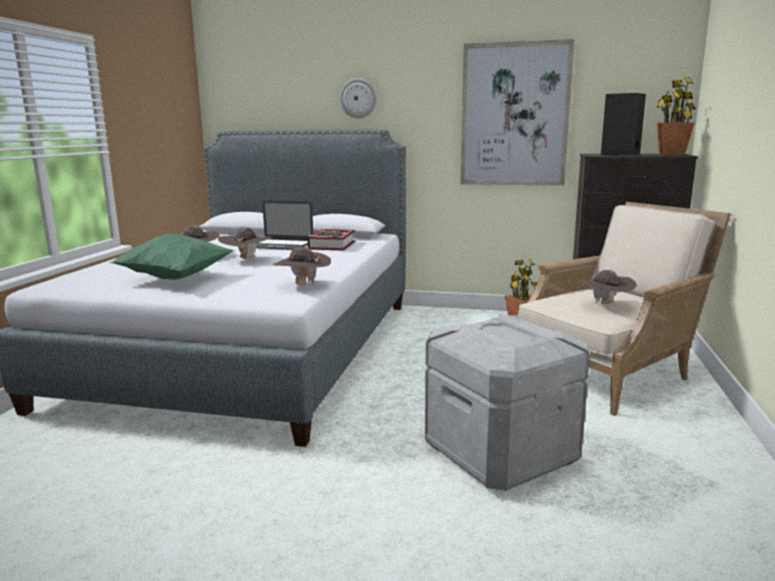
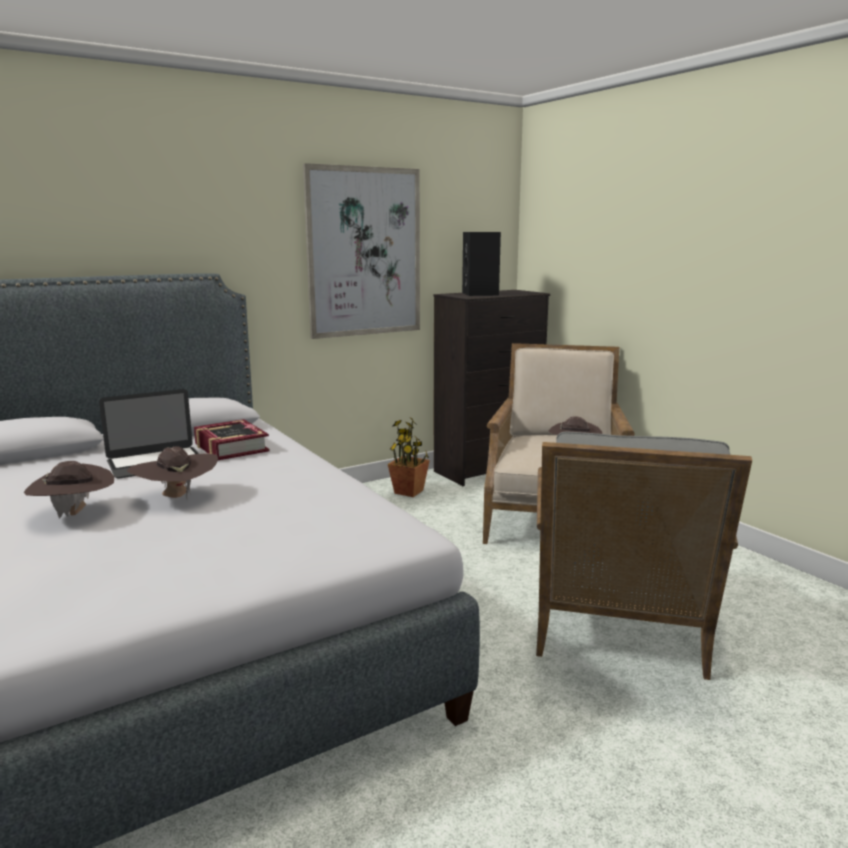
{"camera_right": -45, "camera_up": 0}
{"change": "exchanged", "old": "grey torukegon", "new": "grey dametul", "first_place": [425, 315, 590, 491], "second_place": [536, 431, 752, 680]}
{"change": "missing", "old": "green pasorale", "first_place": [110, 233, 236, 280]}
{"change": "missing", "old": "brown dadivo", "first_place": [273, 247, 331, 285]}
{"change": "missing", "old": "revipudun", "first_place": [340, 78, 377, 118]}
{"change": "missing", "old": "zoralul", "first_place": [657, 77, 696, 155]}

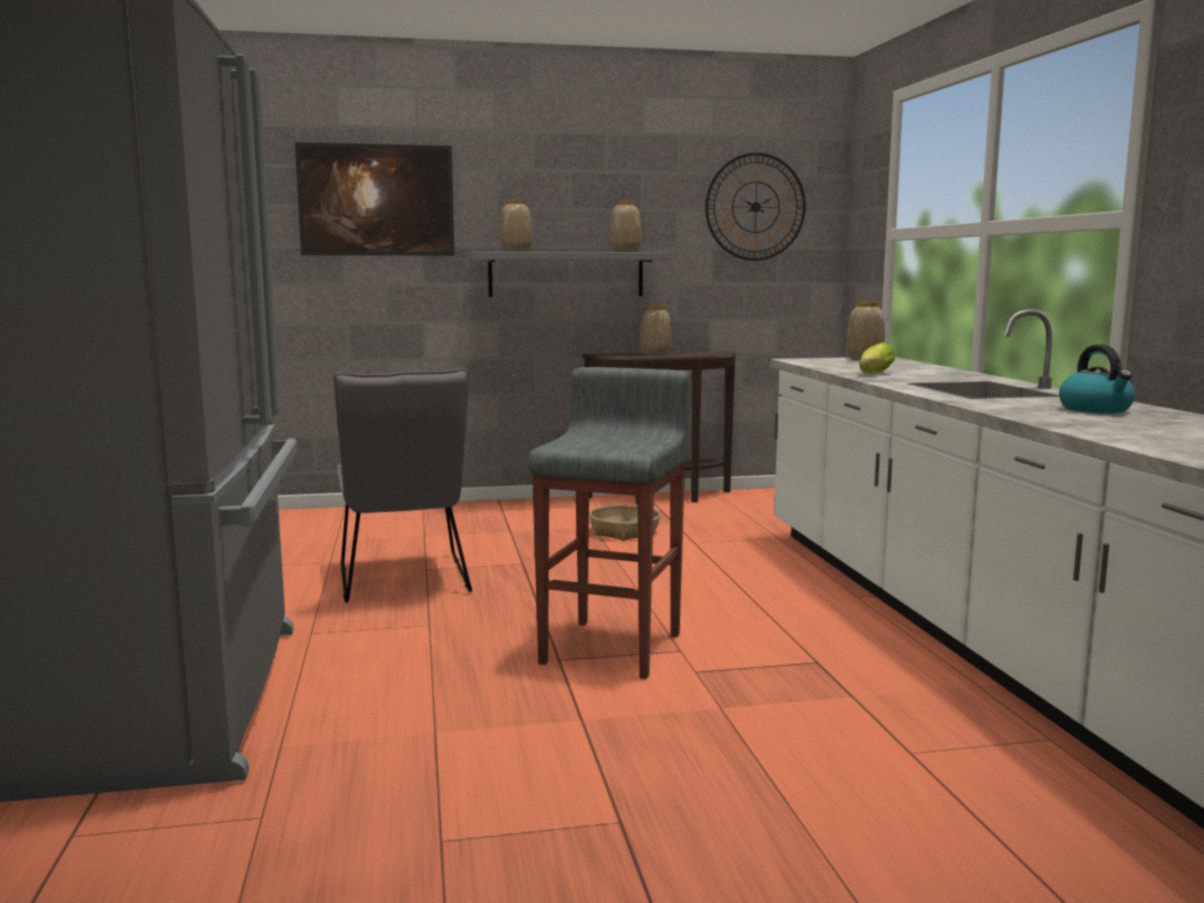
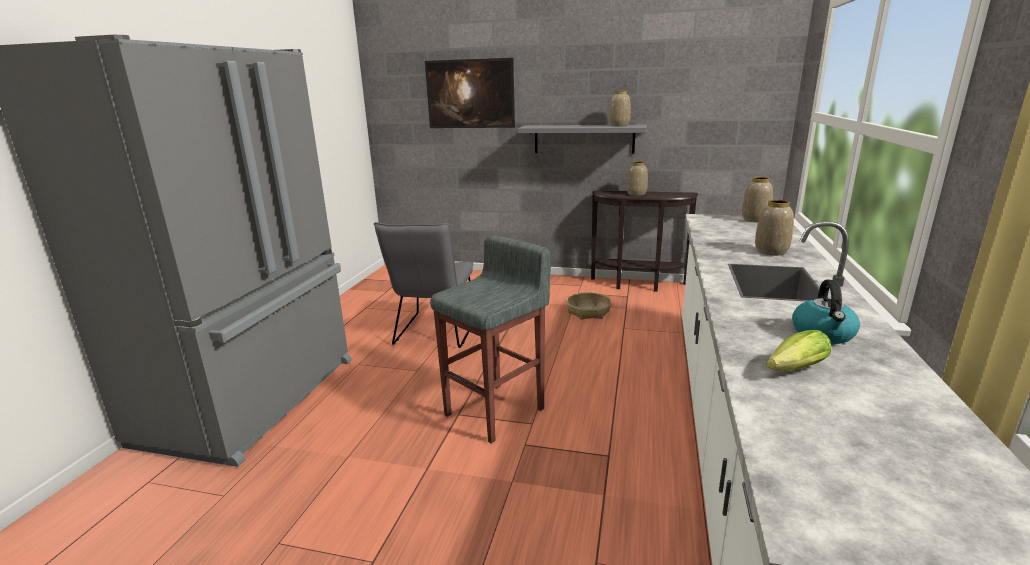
{"camera_right": 25, "camera_up": 10}
{"change": "relocated", "old": "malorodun", "first_place": [500, 200, 532, 252], "second_place": [755, 199, 794, 256]}
{"change": "relocated", "old": "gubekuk", "first_place": [859, 342, 895, 373], "second_place": [766, 330, 831, 371]}
{"change": "missing", "old": "revipudun", "first_place": [705, 153, 806, 261]}

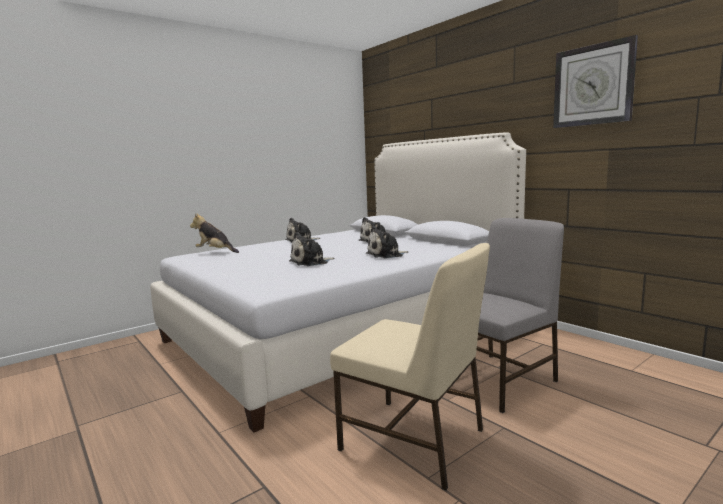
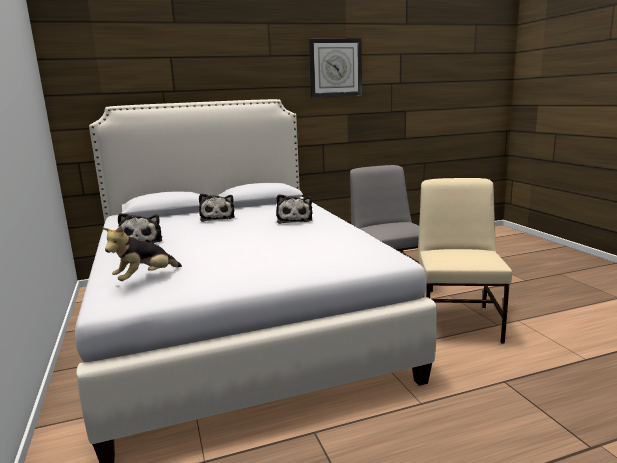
{"camera_right": -70, "camera_up": 5}
{"change": "spun", "old": "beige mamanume", "first_place": [330, 243, 490, 490], "second_place": [418, 178, 512, 344], "degrees": -45}
{"change": "missing", "old": "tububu", "first_place": [289, 232, 335, 266]}

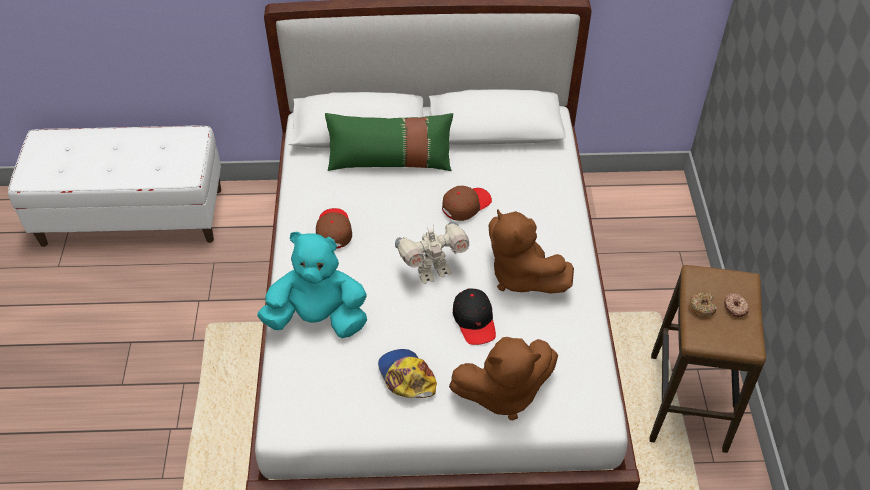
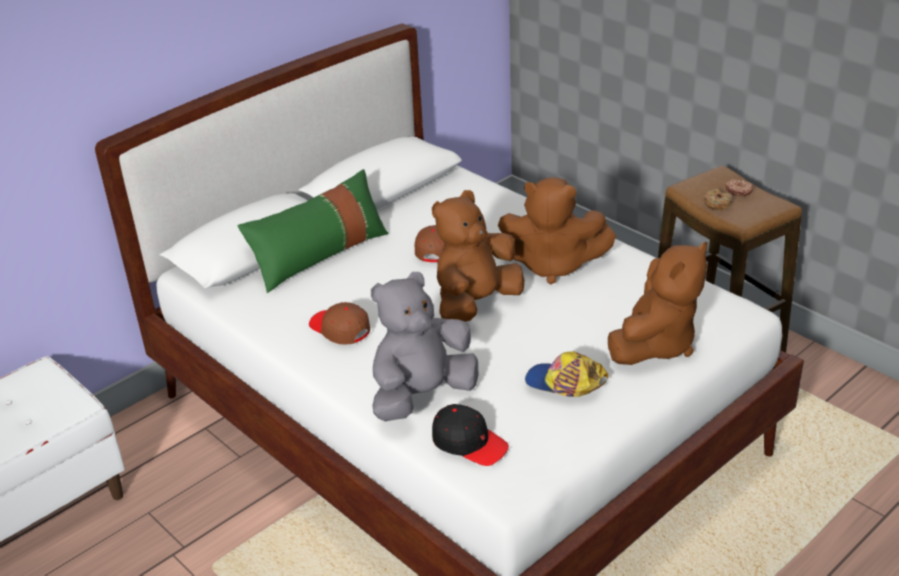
{"camera_right": -40, "camera_up": -15}
{"change": "colour", "old": "turquoise tububu", "new": "grey tububu", "first_place": [257, 231, 367, 338], "second_place": [371, 272, 478, 421]}
{"change": "exchanged", "old": "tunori", "new": "brown tububu", "first_place": [395, 221, 469, 284], "second_place": [432, 190, 525, 322]}
{"change": "relocated", "old": "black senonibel", "first_place": [453, 289, 496, 345], "second_place": [432, 404, 509, 466]}

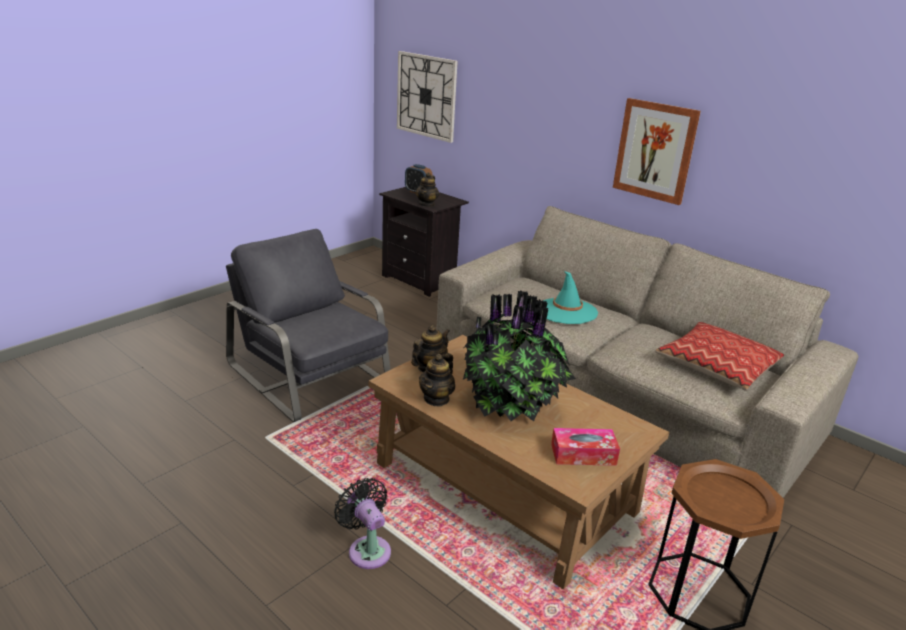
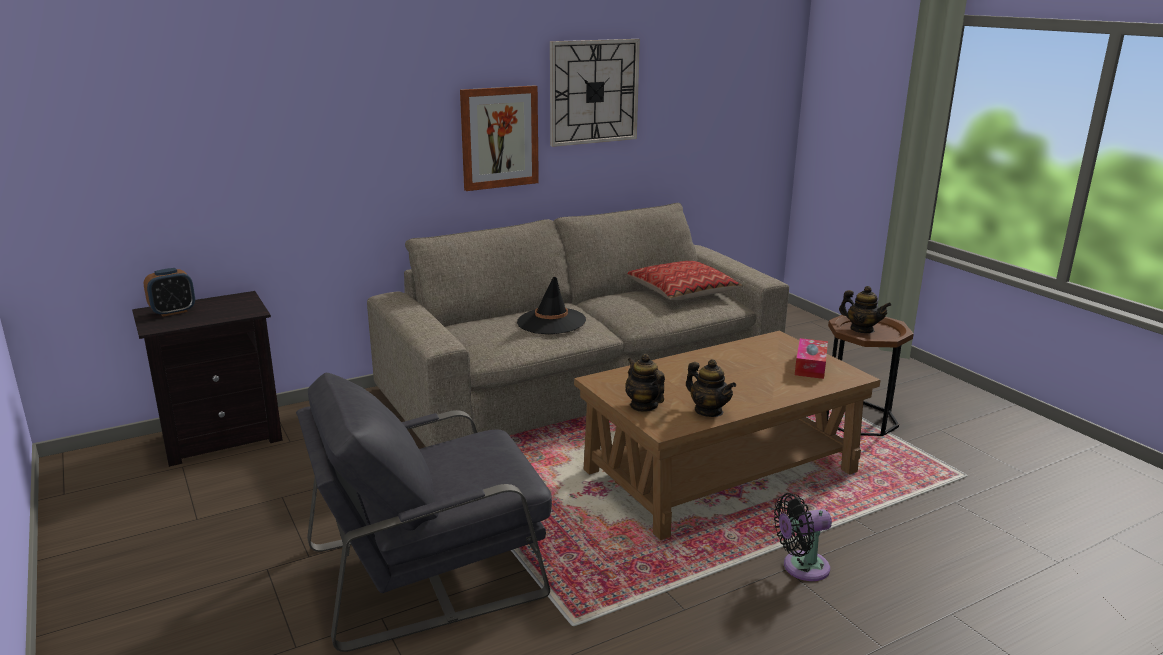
{"camera_right": -70, "camera_up": -5}
{"change": "colour", "old": "turquoise dadivo", "new": "black dadivo", "first_place": [543, 271, 598, 324], "second_place": [517, 277, 586, 334]}
{"change": "relocated", "old": "revipudun", "first_place": [397, 51, 458, 143], "second_place": [550, 39, 640, 147]}
{"change": "relocated", "old": "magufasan", "first_place": [416, 173, 439, 207], "second_place": [839, 286, 891, 333]}
{"change": "missing", "old": "zoralul", "first_place": [463, 290, 576, 422]}

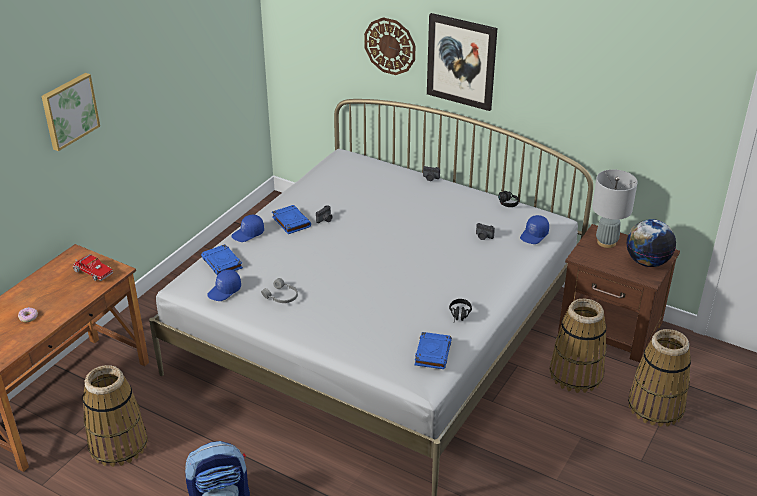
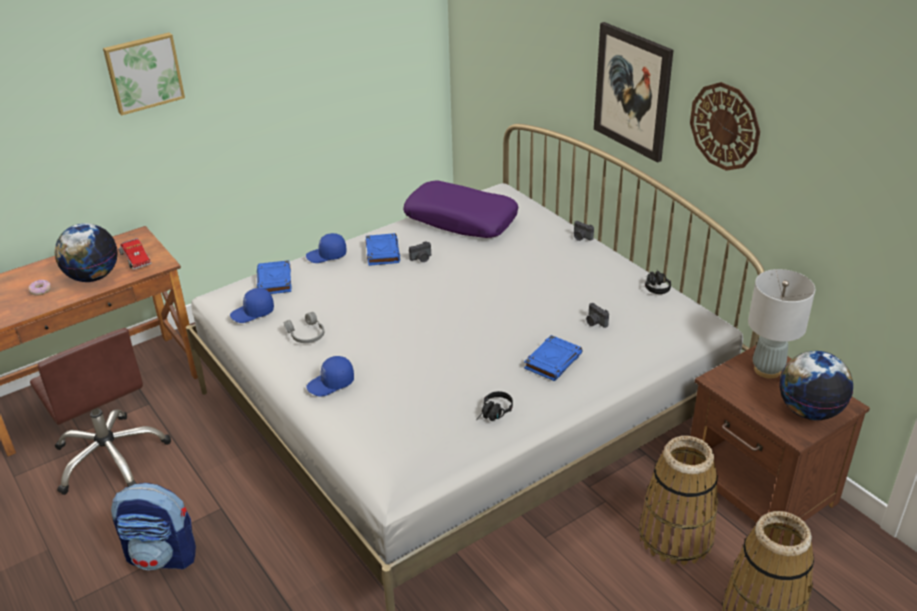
{"camera_right": 25, "camera_up": 0}
{"change": "exchanged", "old": "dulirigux", "new": "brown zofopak", "first_place": [83, 365, 148, 467], "second_place": [30, 328, 171, 495]}
{"change": "appeared", "new": "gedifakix", "second_place": [55, 223, 118, 282]}
{"change": "relocated", "old": "blue senonibel", "first_place": [520, 215, 549, 244], "second_place": [306, 356, 354, 397]}
{"change": "appeared", "new": "purple pasorale", "second_place": [403, 181, 518, 238]}
{"change": "relocated", "old": "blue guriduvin", "first_place": [415, 332, 452, 369], "second_place": [524, 335, 583, 381]}
{"change": "relocated", "old": "revipudun", "first_place": [364, 17, 415, 75], "second_place": [690, 82, 760, 171]}

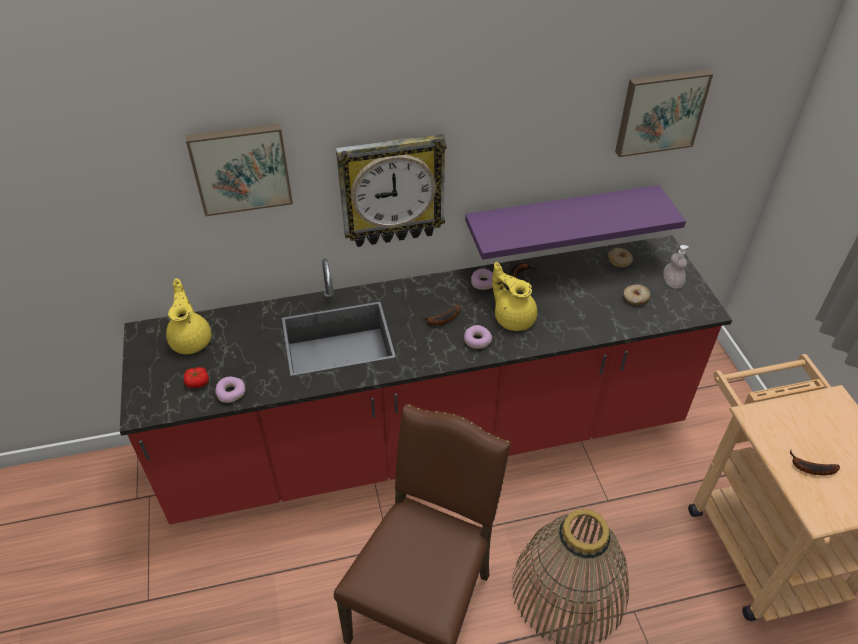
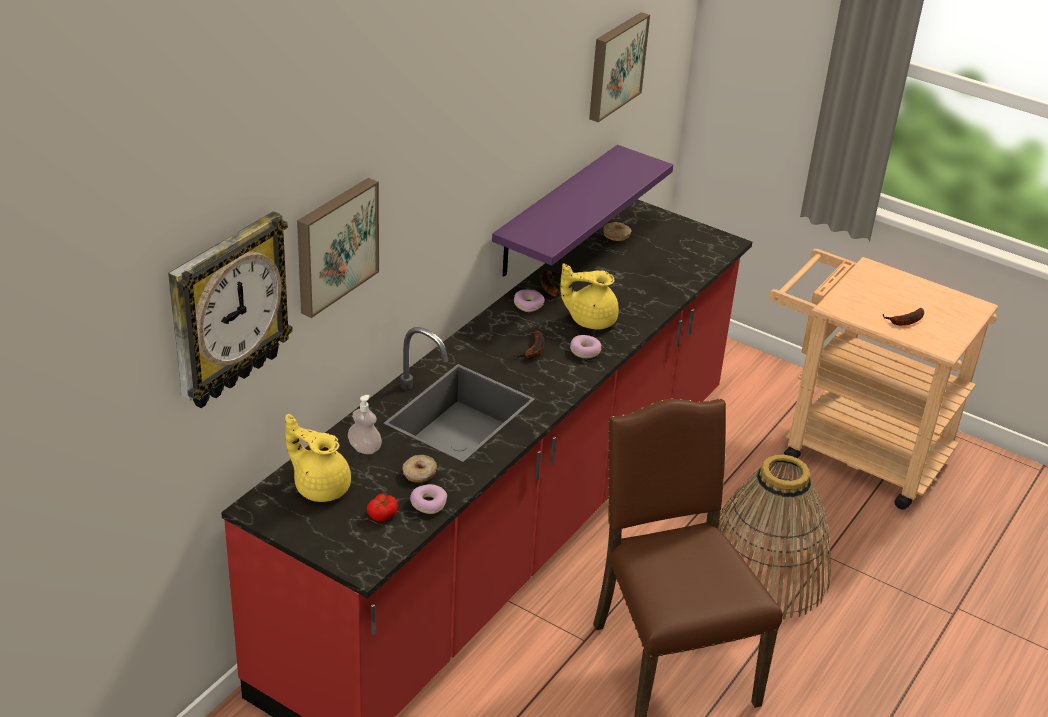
{"camera_right": -45, "camera_up": -10}
{"change": "relocated", "old": "revipudun", "first_place": [336, 134, 446, 247], "second_place": [168, 211, 293, 408]}
{"change": "relocated", "old": "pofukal", "first_place": [664, 245, 689, 289], "second_place": [348, 395, 382, 454]}
{"change": "relocated", "old": "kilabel", "first_place": [624, 285, 651, 305], "second_place": [402, 455, 437, 483]}

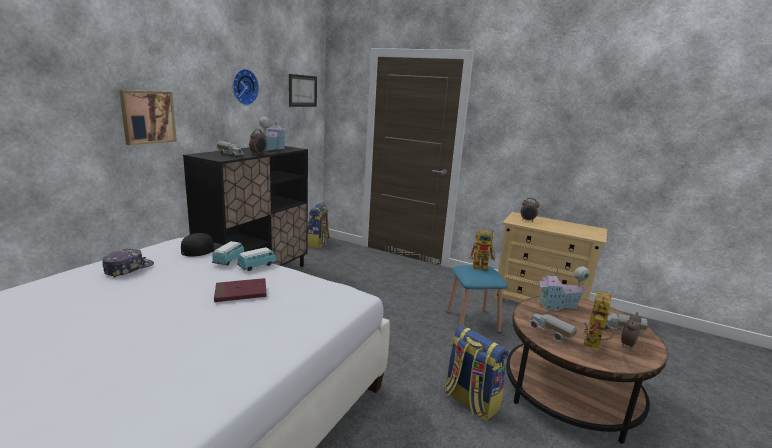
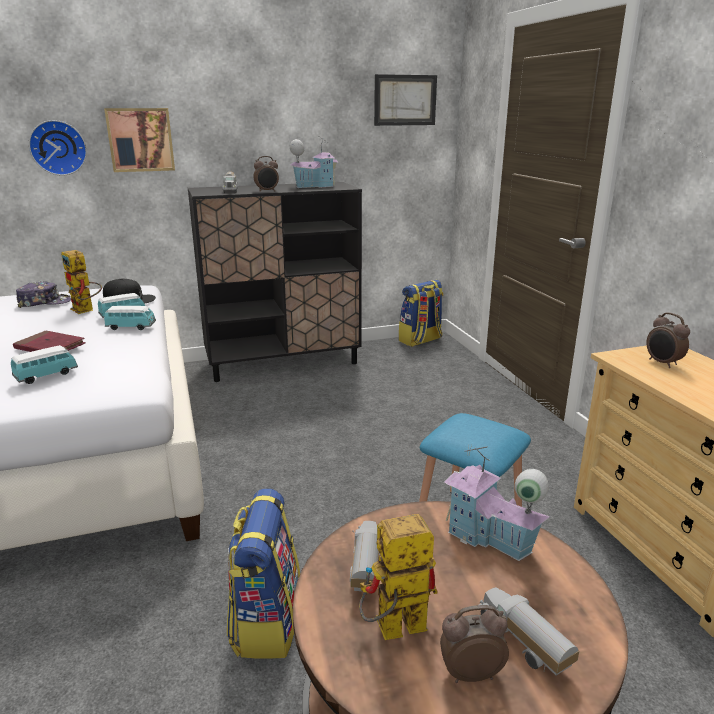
{"camera_right": 45, "camera_up": 5}
{"change": "appeared", "new": "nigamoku", "second_place": [11, 345, 78, 384]}
{"change": "relocated", "old": "revipudun", "first_place": [232, 69, 259, 106], "second_place": [29, 120, 87, 176]}
{"change": "relocated", "old": "tunori", "first_place": [469, 230, 495, 271], "second_place": [61, 250, 102, 314]}

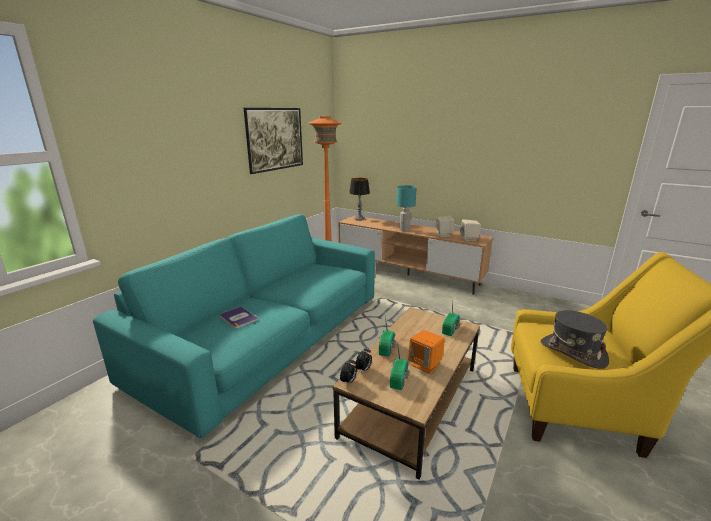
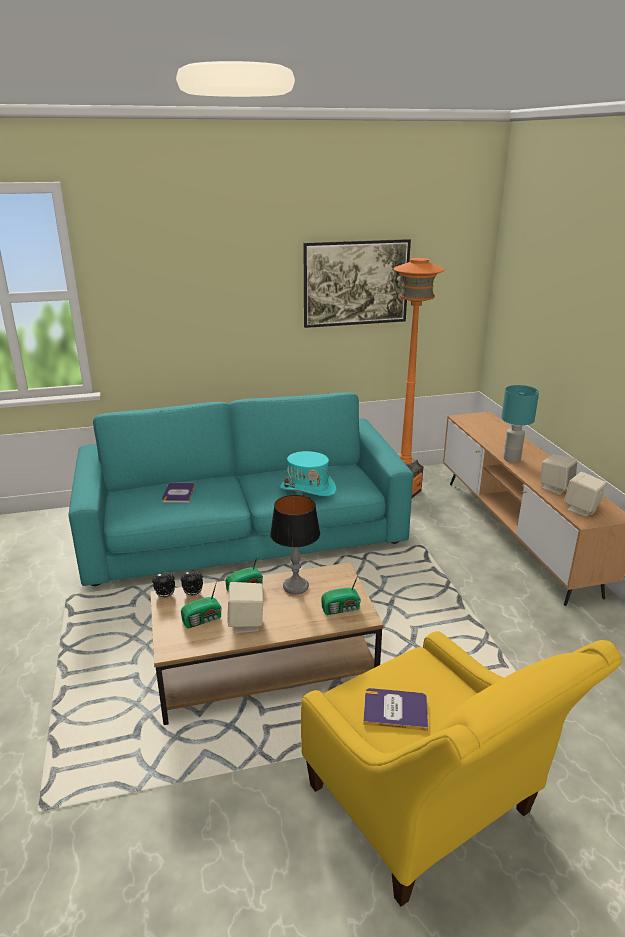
{"camera_right": 45, "camera_up": 5}
{"change": "colour", "old": "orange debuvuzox", "new": "beige debuvuzox", "first_place": [408, 330, 445, 374], "second_place": [227, 582, 263, 633]}
{"change": "relocated", "old": "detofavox", "first_place": [349, 178, 370, 221], "second_place": [270, 495, 320, 594]}
{"change": "appeared", "new": "turquoise dadivo", "second_place": [280, 451, 336, 496]}
{"change": "exchanged", "old": "grey dadivo", "new": "guriduvin", "first_place": [540, 310, 609, 369], "second_place": [363, 688, 428, 731]}

